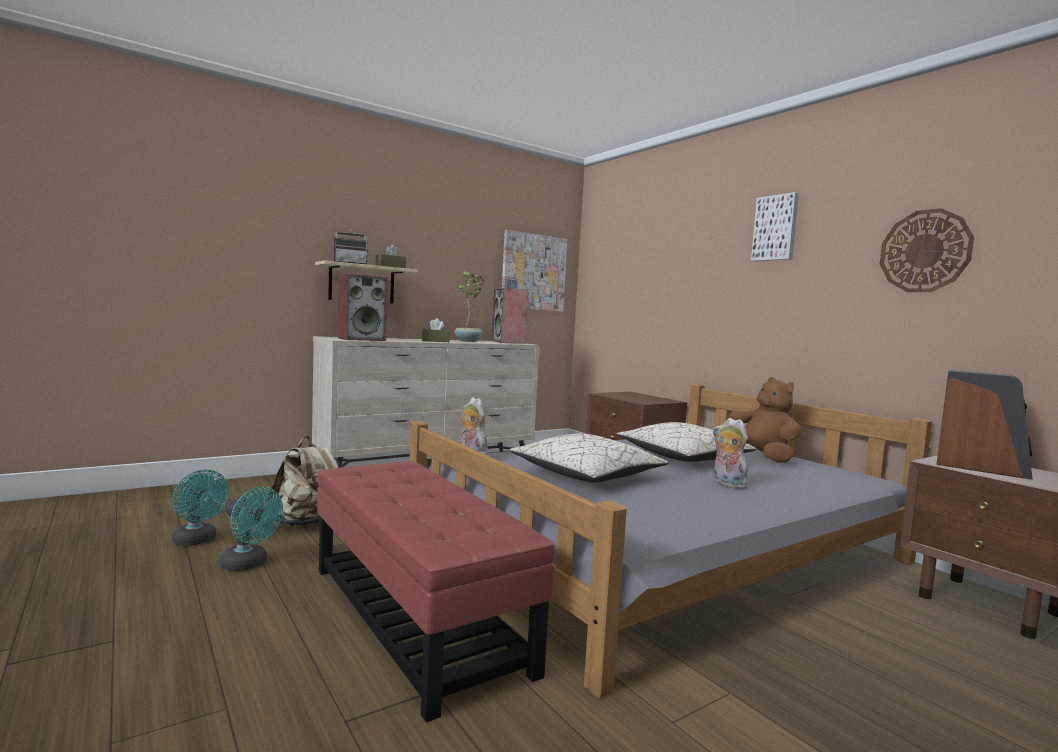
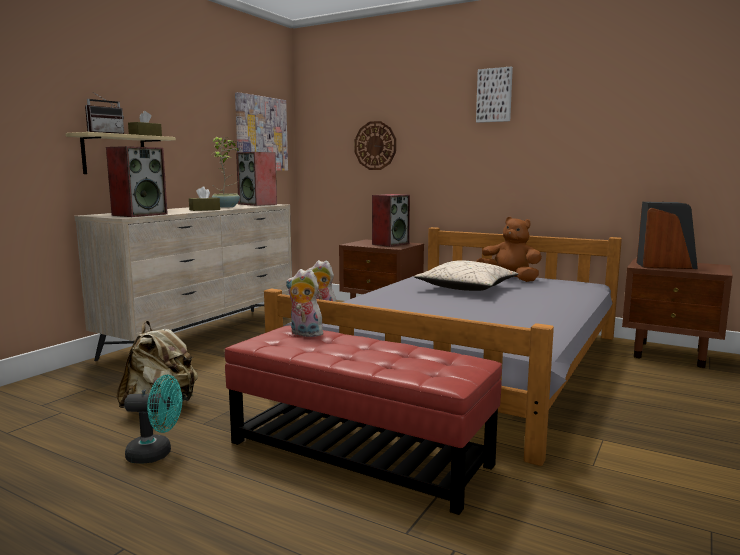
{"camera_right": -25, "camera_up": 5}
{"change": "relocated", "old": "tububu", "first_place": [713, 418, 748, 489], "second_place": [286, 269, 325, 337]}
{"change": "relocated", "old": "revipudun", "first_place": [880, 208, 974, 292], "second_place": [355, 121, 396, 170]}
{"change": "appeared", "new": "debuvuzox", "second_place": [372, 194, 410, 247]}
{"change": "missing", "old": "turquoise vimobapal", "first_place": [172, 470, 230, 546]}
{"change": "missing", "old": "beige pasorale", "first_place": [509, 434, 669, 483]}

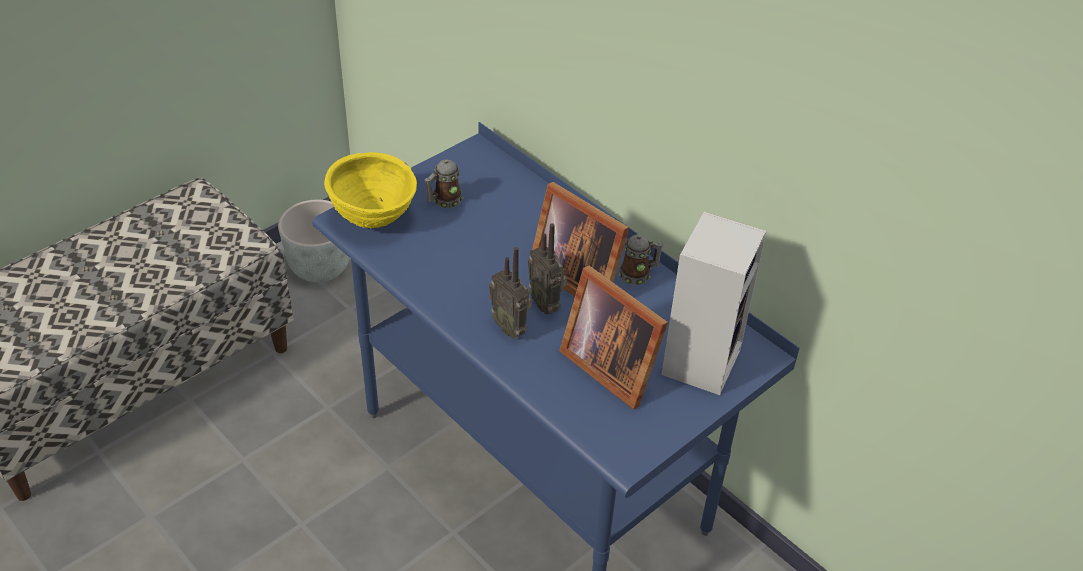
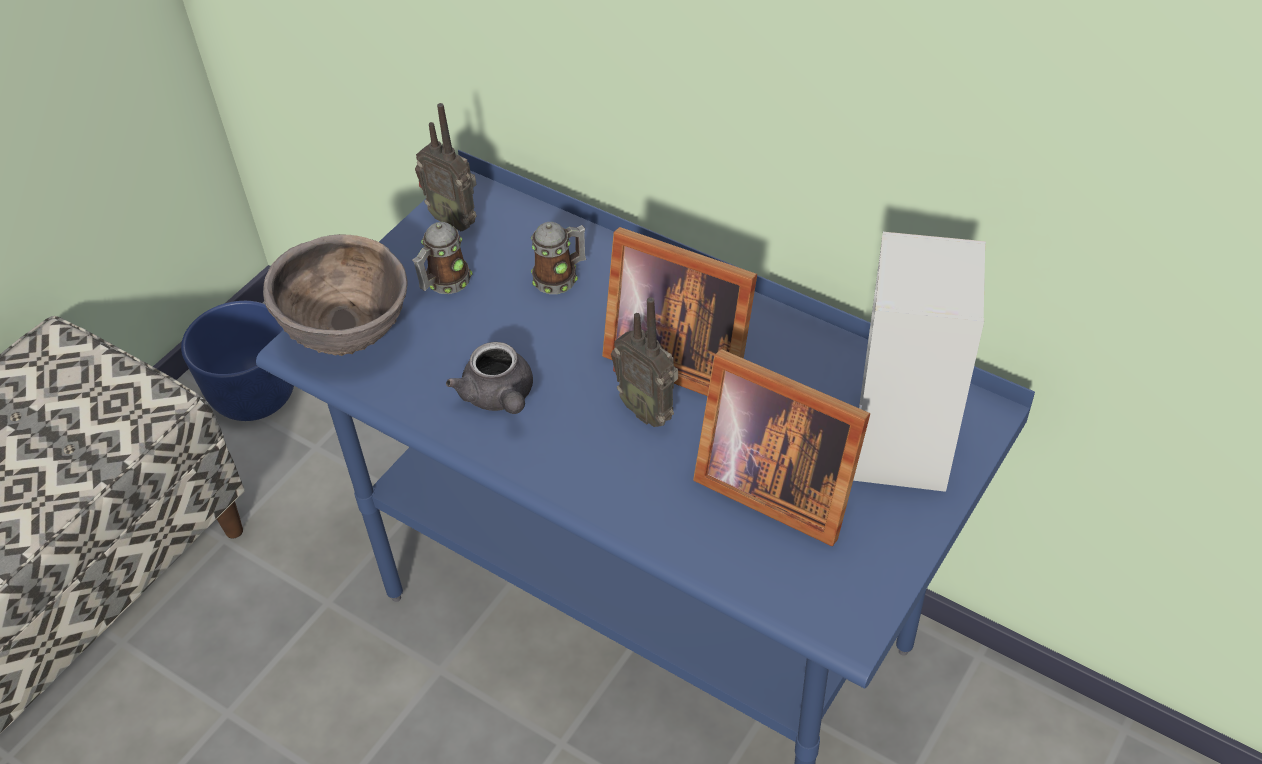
{"camera_right": -10, "camera_up": 5}
{"change": "colour", "old": "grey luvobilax", "new": "blue luvobilax", "first_place": [278, 200, 350, 282], "second_place": [181, 301, 294, 421]}
{"change": "colour", "old": "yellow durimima", "new": "brown durimima", "first_place": [324, 152, 417, 229], "second_place": [263, 234, 408, 356]}
{"change": "relocated", "old": "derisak", "first_place": [489, 247, 532, 338], "second_place": [415, 103, 477, 231]}
{"change": "appeared", "new": "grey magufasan", "second_place": [446, 342, 533, 414]}
{"change": "relocated", "old": "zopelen", "first_place": [619, 234, 663, 285], "second_place": [531, 222, 586, 294]}

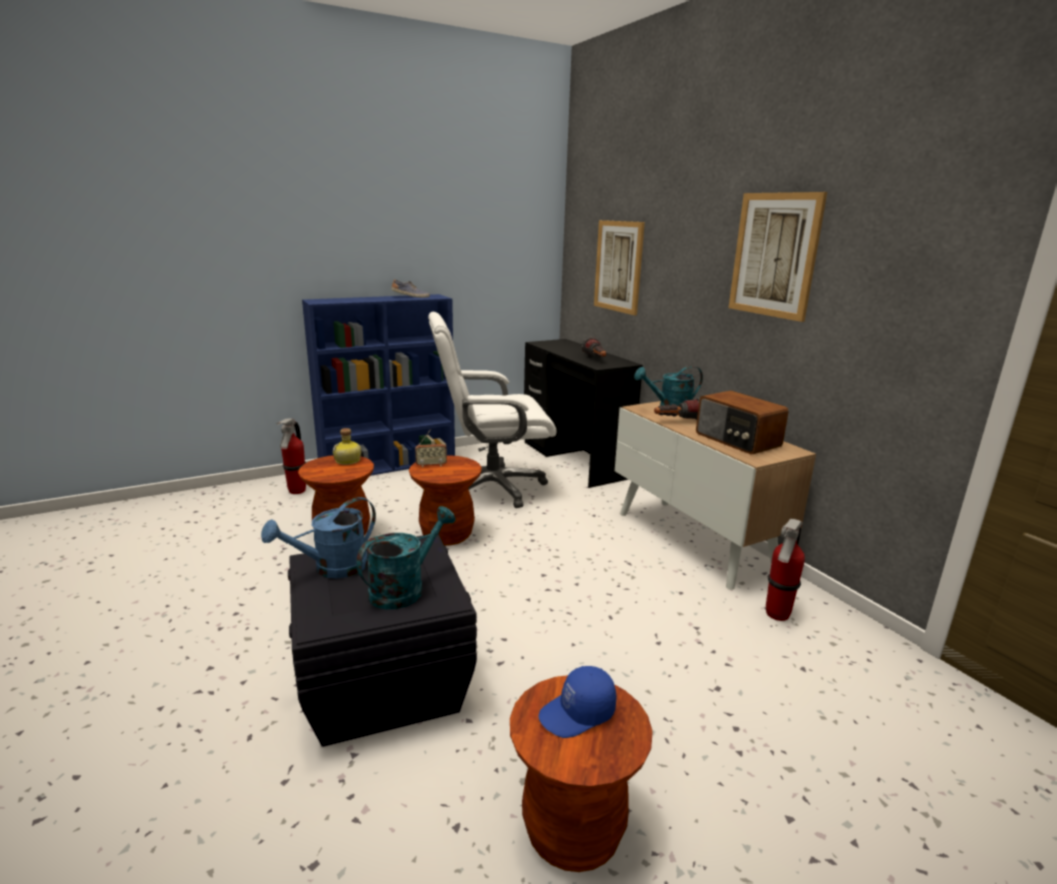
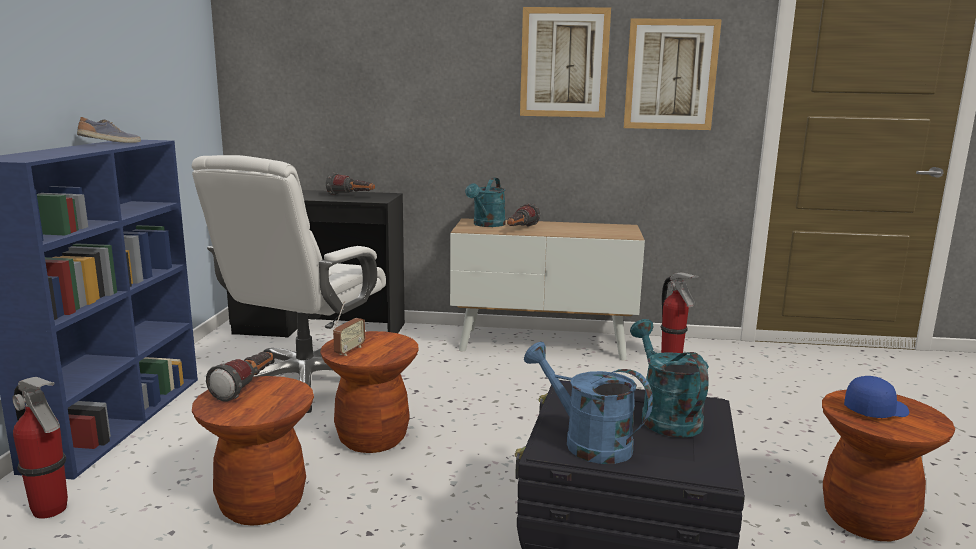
{"camera_right": -55, "camera_up": -5}
{"change": "exchanged", "old": "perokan", "new": "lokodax", "first_place": [333, 428, 361, 465], "second_place": [206, 352, 273, 401]}
{"change": "spun", "old": "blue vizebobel", "first_place": [261, 497, 376, 578], "second_place": [524, 342, 653, 464], "degrees": 135}
{"change": "relocated", "old": "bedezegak", "first_place": [594, 220, 645, 315], "second_place": [624, 18, 722, 130]}
{"change": "spun", "old": "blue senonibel", "first_place": [539, 666, 617, 738], "second_place": [844, 376, 909, 418], "degrees": -120}
{"change": "missing", "old": "derisak", "first_place": [696, 391, 789, 454]}

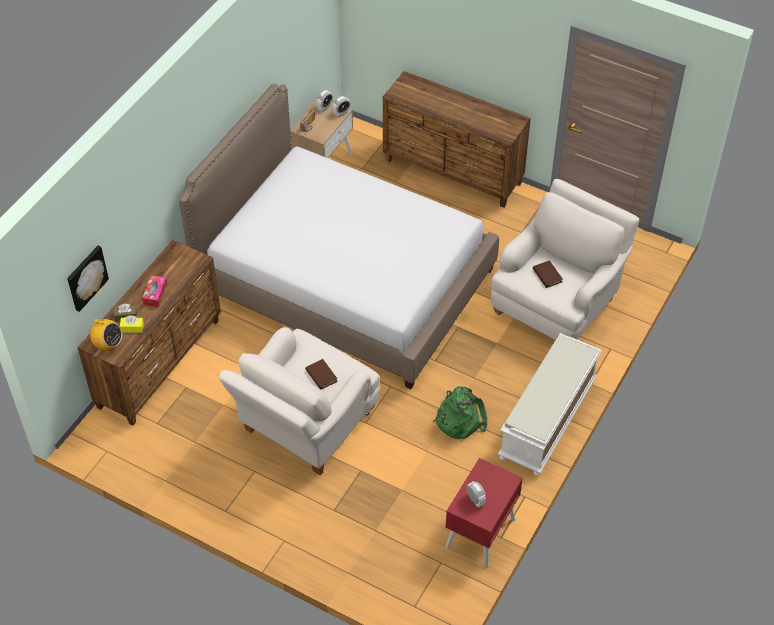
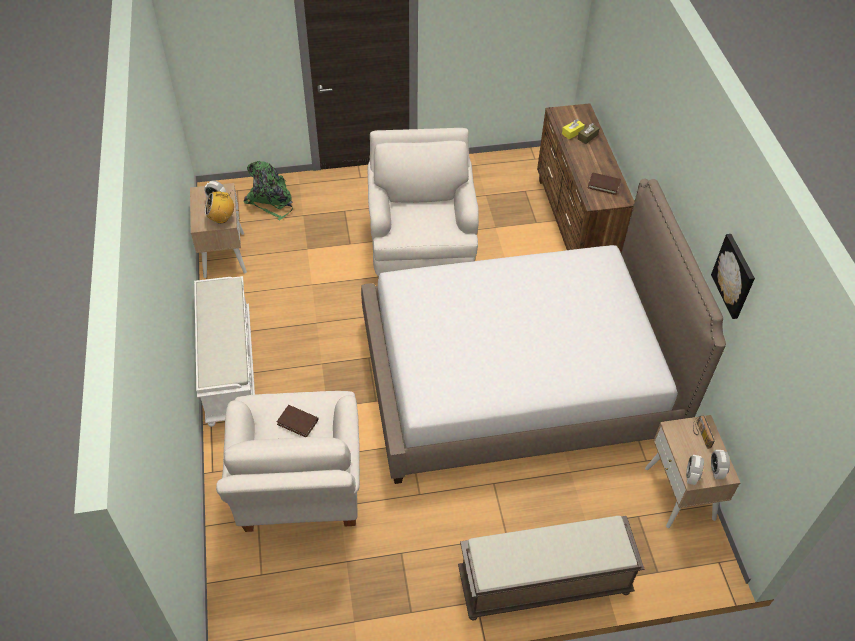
{"camera_right": 140, "camera_up": 0}
{"change": "colour", "old": "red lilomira", "new": "beige lilomira", "first_place": [445, 458, 523, 568], "second_place": [190, 183, 247, 278]}
{"change": "relocated", "old": "derisak", "first_place": [87, 319, 122, 351], "second_place": [205, 191, 234, 224]}
{"change": "relocated", "old": "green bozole", "first_place": [433, 386, 487, 439], "second_place": [243, 161, 293, 221]}
{"change": "exchanged", "old": "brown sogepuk", "new": "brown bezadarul", "first_place": [383, 71, 531, 208], "second_place": [458, 516, 645, 621]}
{"change": "relocated", "old": "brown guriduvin", "first_place": [305, 359, 338, 390], "second_place": [588, 172, 621, 195]}
{"change": "relocated", "old": "bedezegak", "first_place": [67, 246, 109, 312], "second_place": [711, 234, 755, 319]}
{"change": "missing", "old": "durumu", "first_place": [142, 276, 167, 307]}

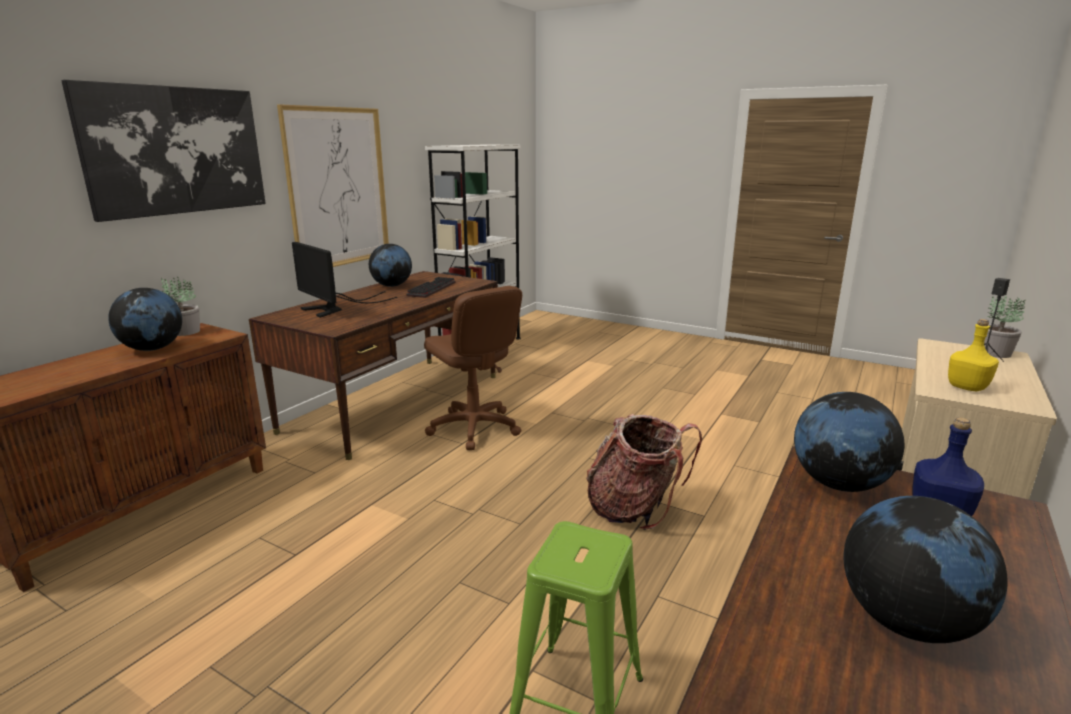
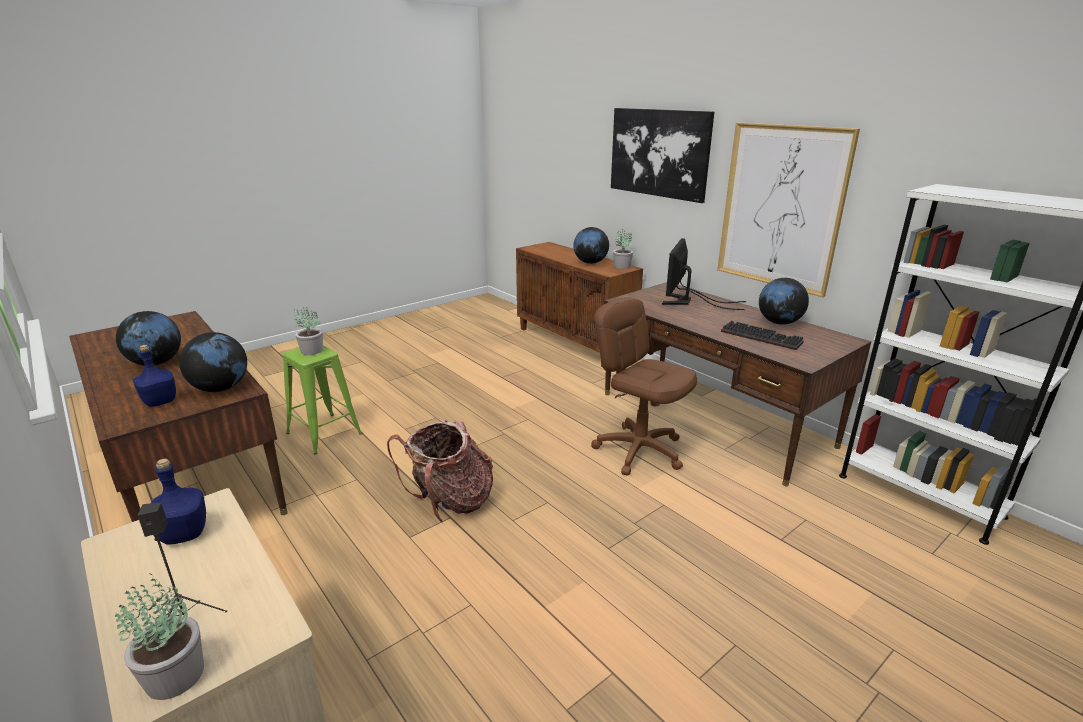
{"camera_right": 110, "camera_up": 5}
{"change": "colour", "old": "yellow perokan", "new": "blue perokan", "first_place": [948, 319, 999, 391], "second_place": [151, 459, 206, 544]}
{"change": "appeared", "new": "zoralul", "second_place": [294, 307, 323, 355]}
{"change": "spun", "old": "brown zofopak", "first_place": [424, 286, 522, 450], "second_place": [591, 297, 697, 476], "degrees": 60}
{"change": "spun", "old": "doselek", "first_place": [292, 242, 397, 318], "second_place": [662, 238, 746, 310], "degrees": -45}

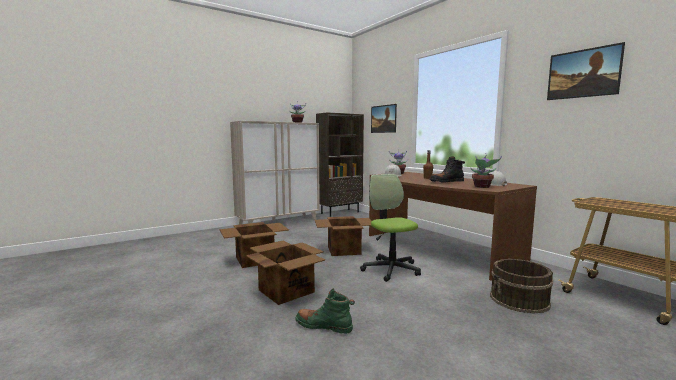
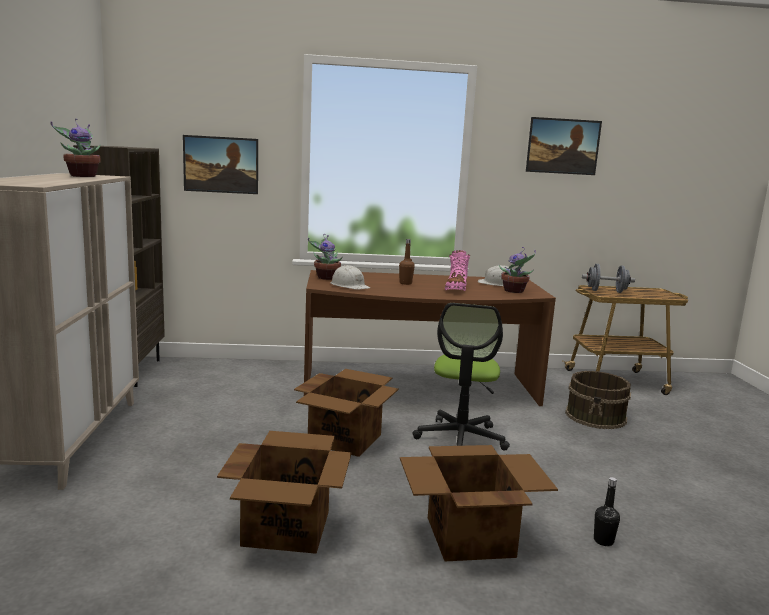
{"camera_right": -60, "camera_up": 5}
{"change": "spun", "old": "zofopak", "first_place": [360, 174, 421, 282], "second_place": [412, 303, 510, 451], "degrees": -90}
{"change": "colour", "old": "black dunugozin", "new": "pink dunugozin", "first_place": [430, 156, 465, 183], "second_place": [445, 250, 470, 291]}
{"change": "appeared", "new": "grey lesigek", "second_place": [582, 264, 635, 293]}
{"change": "exchanged", "old": "green dunugozin", "new": "black perokan", "first_place": [295, 289, 355, 334], "second_place": [594, 477, 620, 546]}

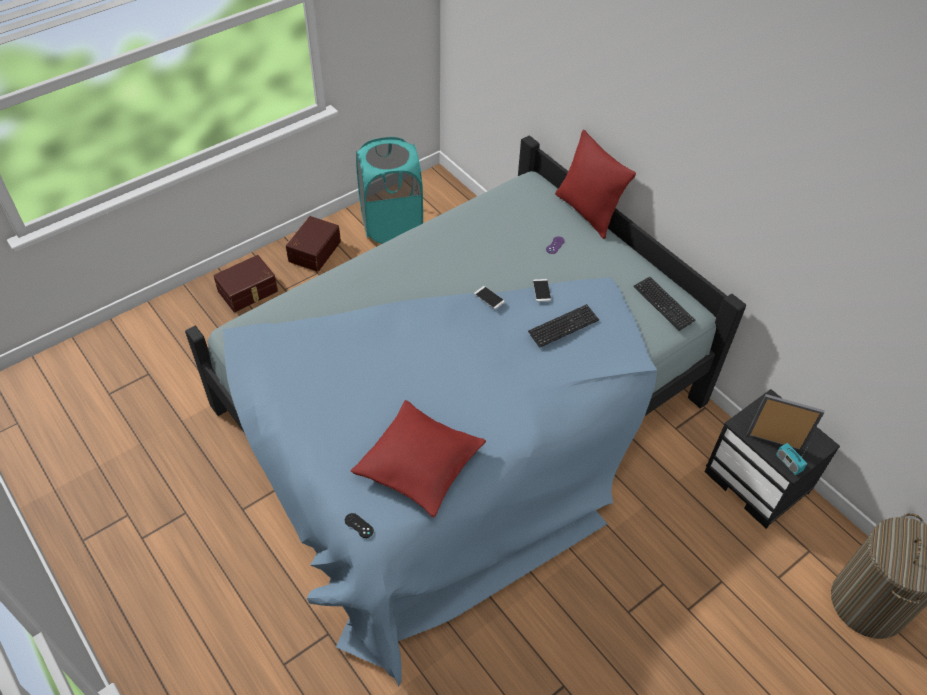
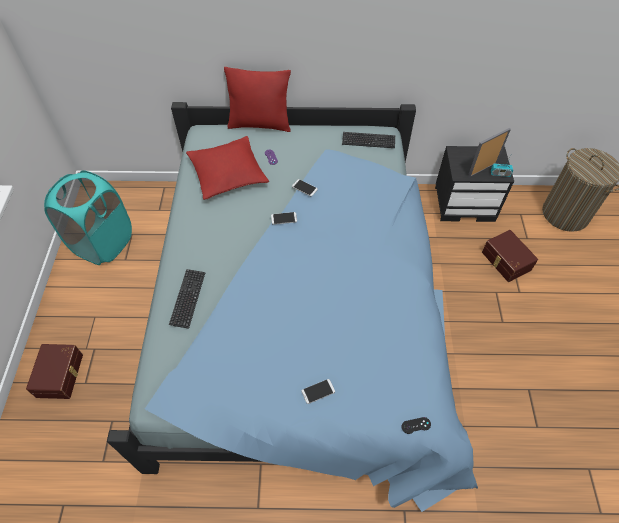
{"camera_right": -50, "camera_up": 5}
{"change": "relocated", "old": "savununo", "first_place": [528, 304, 599, 348], "second_place": [169, 269, 205, 329]}
{"change": "relocated", "old": "red pasorale", "first_place": [350, 400, 486, 518], "second_place": [186, 136, 269, 200]}
{"change": "appeared", "new": "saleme", "second_place": [302, 379, 335, 404]}
{"change": "relocated", "old": "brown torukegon", "first_place": [285, 216, 341, 272], "second_place": [482, 230, 538, 282]}

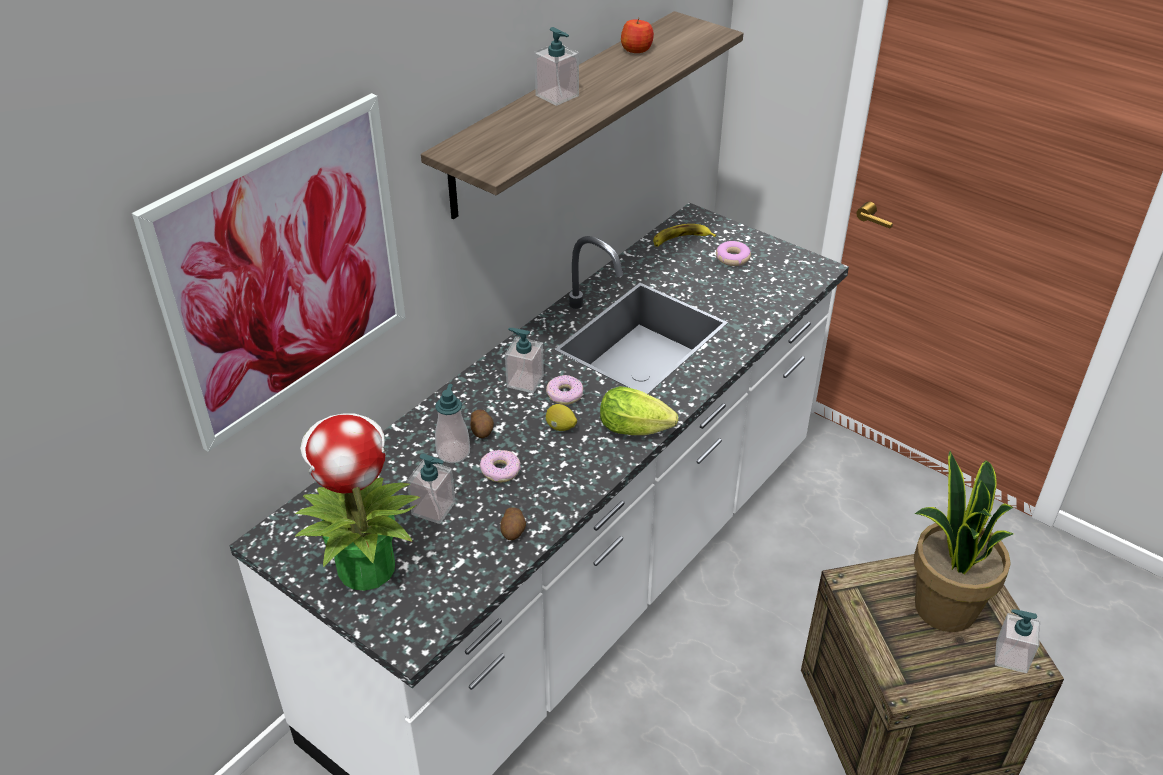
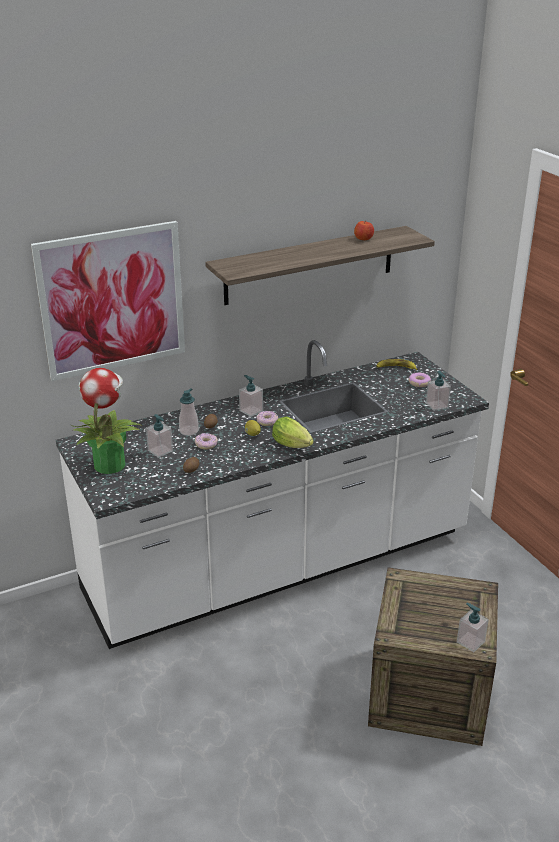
{"camera_right": 25, "camera_up": -10}
{"change": "relocated", "old": "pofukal", "first_place": [534, 27, 579, 106], "second_place": [426, 371, 451, 411]}
{"change": "missing", "old": "zoralul", "first_place": [914, 451, 1013, 632]}

